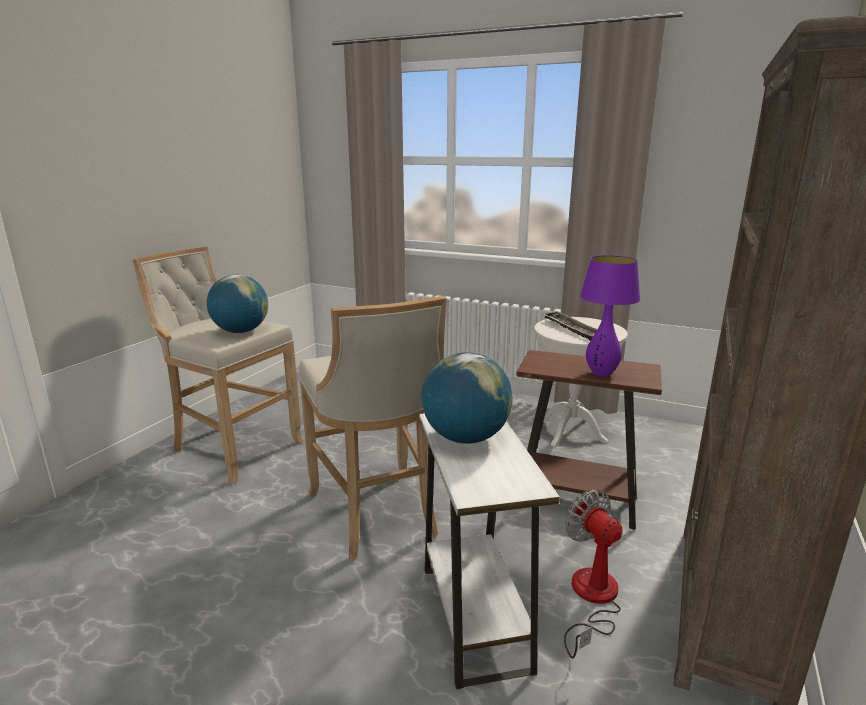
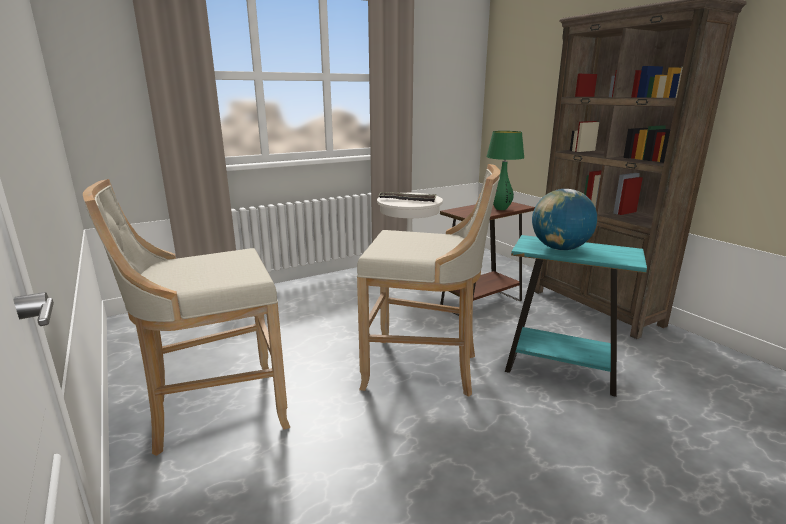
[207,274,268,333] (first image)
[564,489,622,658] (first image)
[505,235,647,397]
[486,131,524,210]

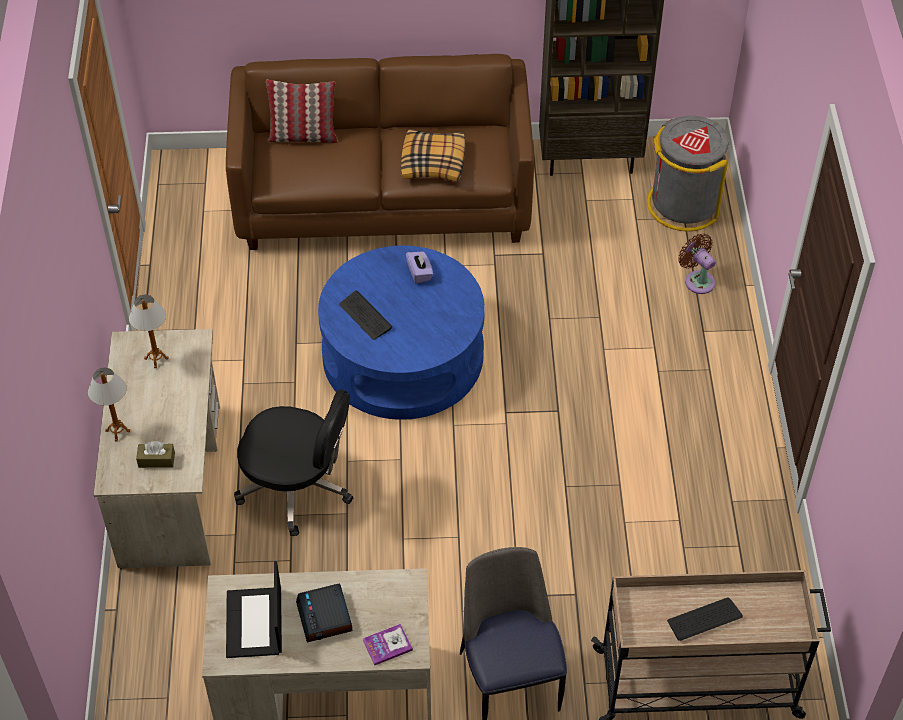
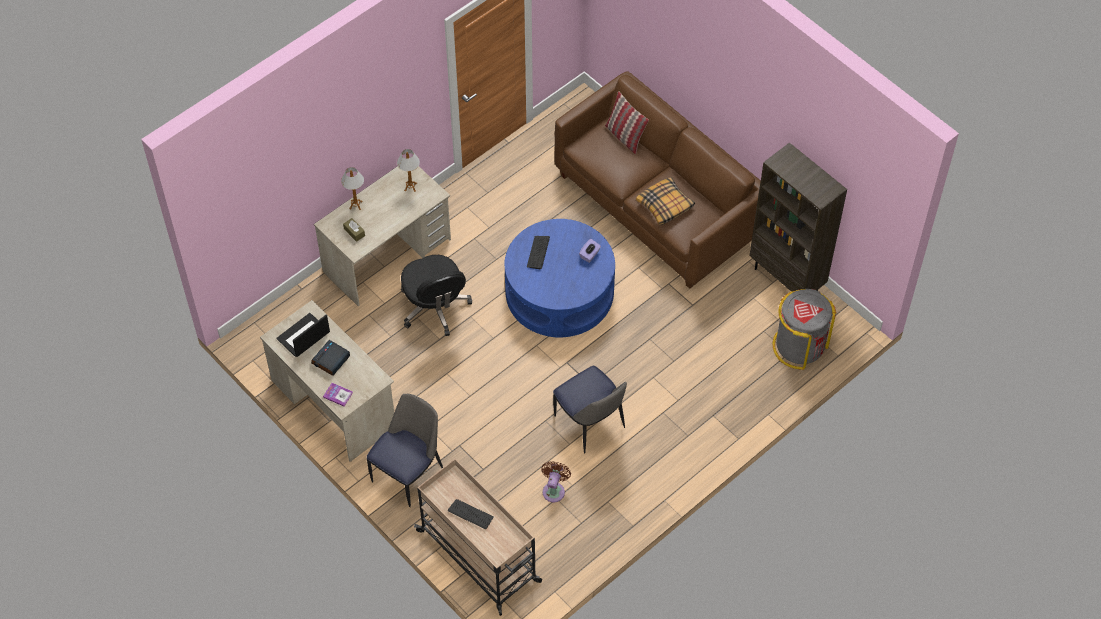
[553,366,627,453]
[541,461,571,502]

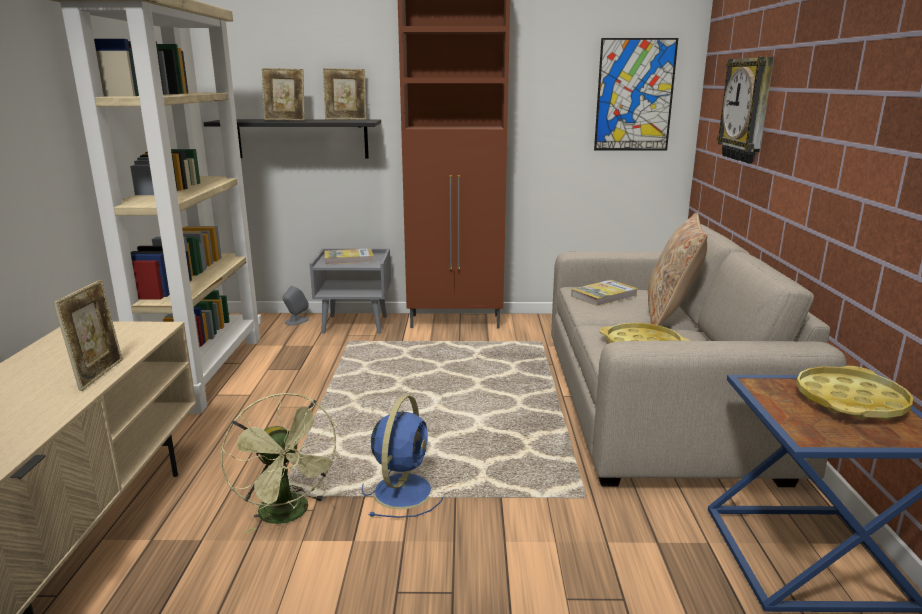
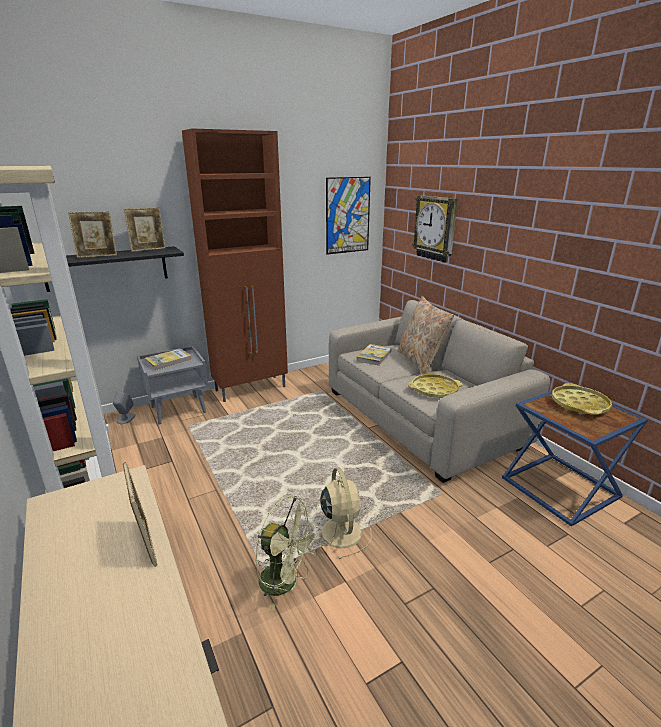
[314,468,371,559]

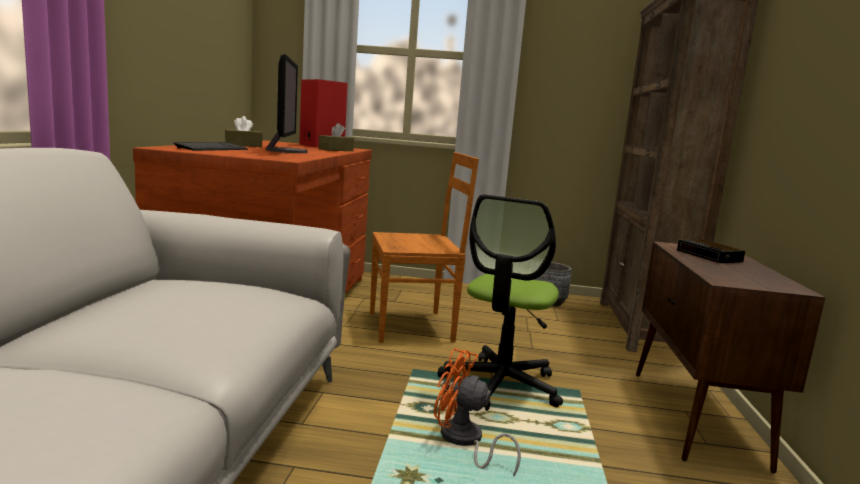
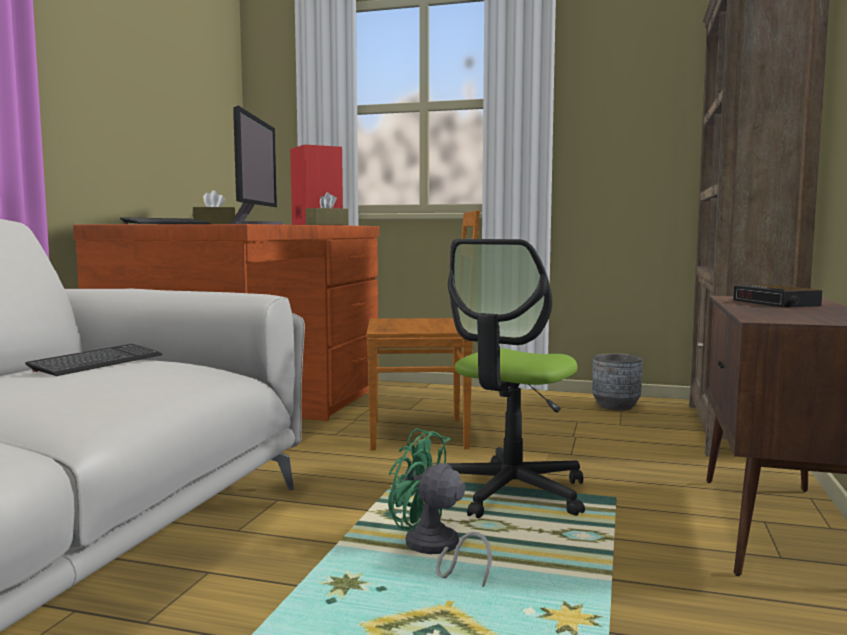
[25,344,162,376]
[388,428,492,587]

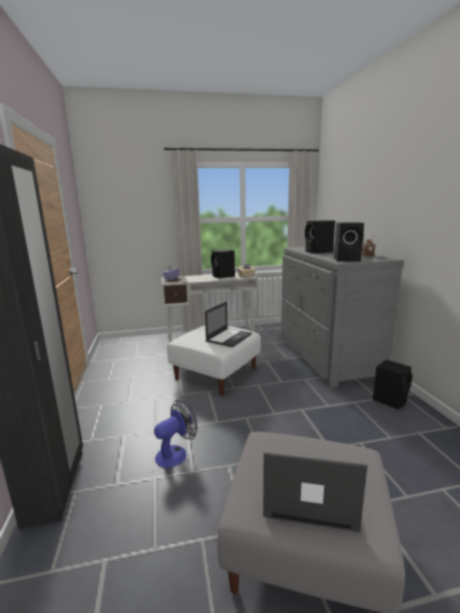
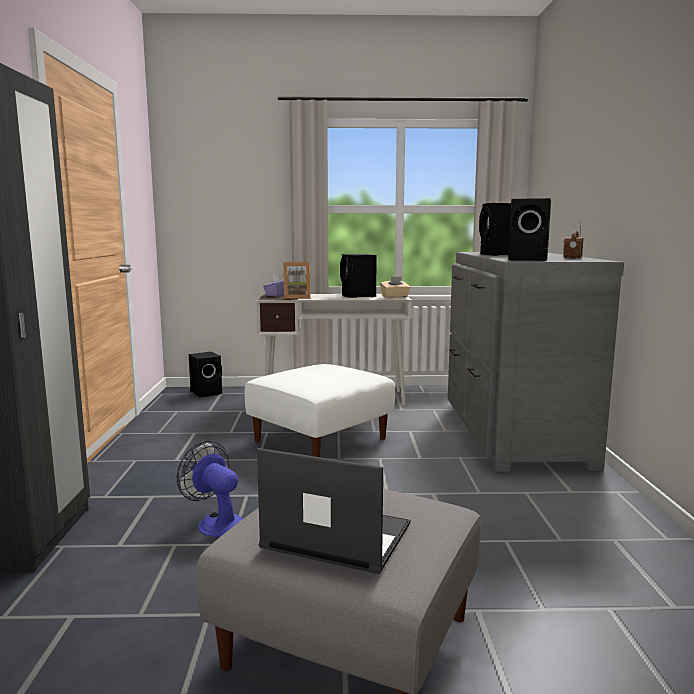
[205,301,252,347] (first image)
[283,262,311,299]
[189,352,222,397]
[177,441,243,537]

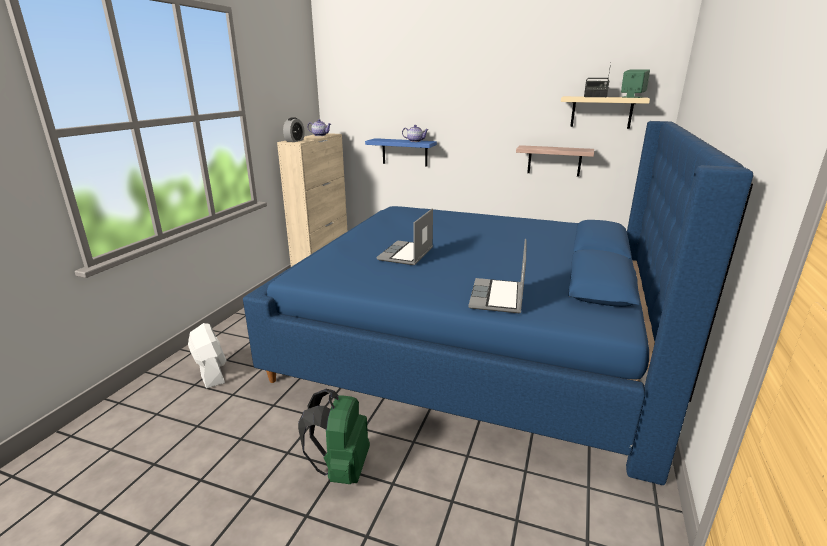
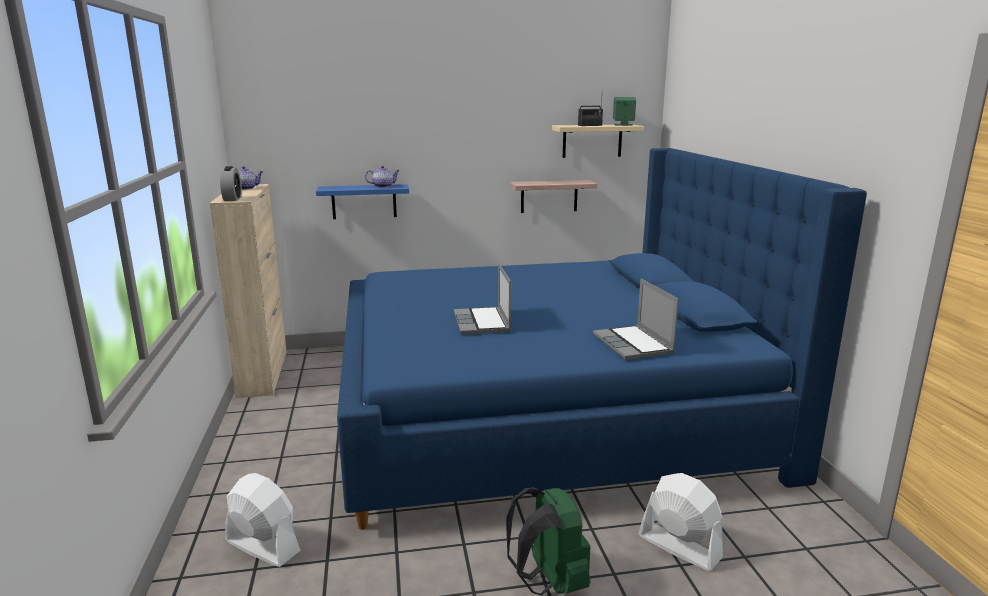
[638,473,723,571]

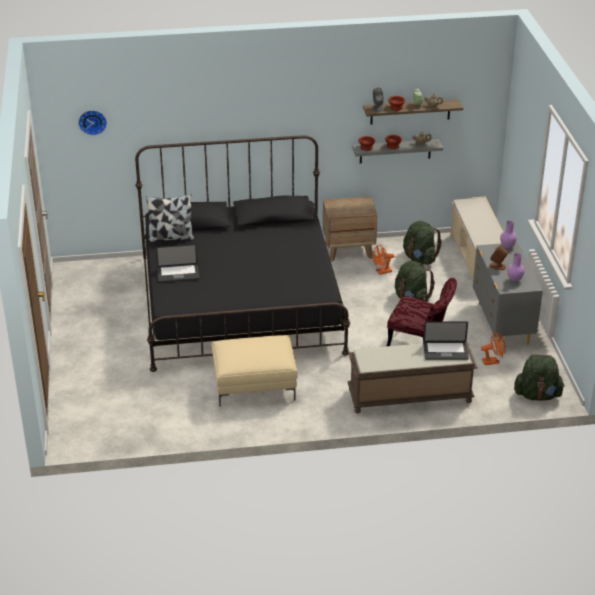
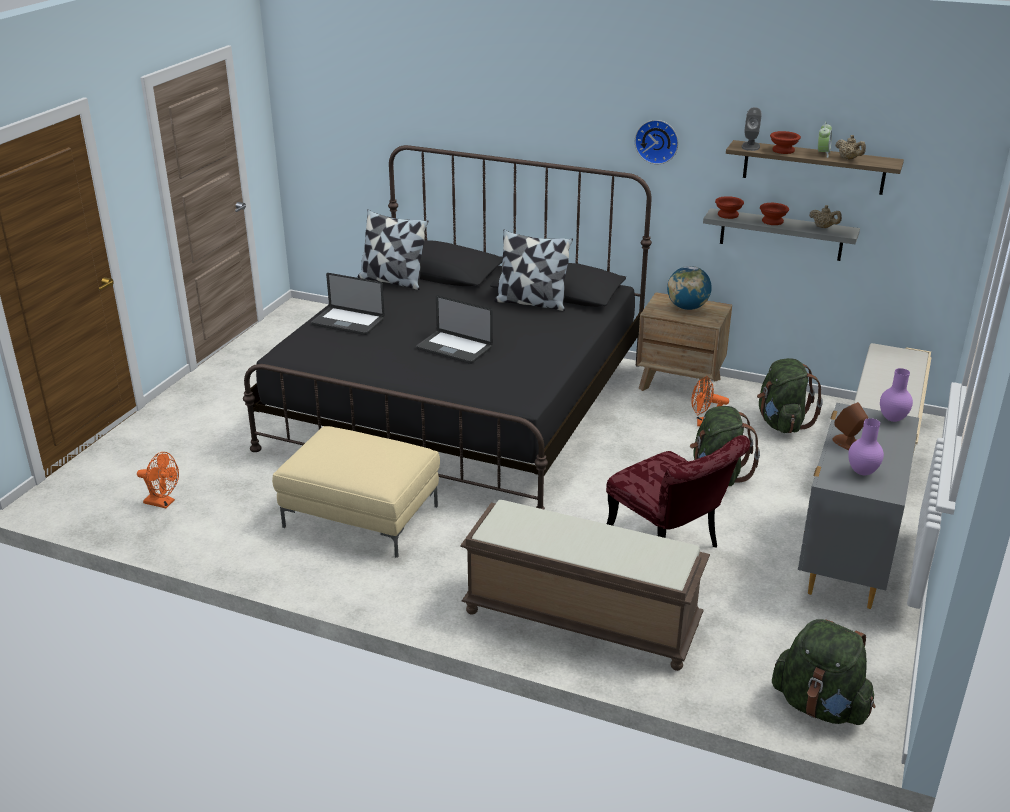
[494,230,573,311]
[667,266,712,310]
[635,120,678,164]
[416,295,493,364]
[137,452,179,508]

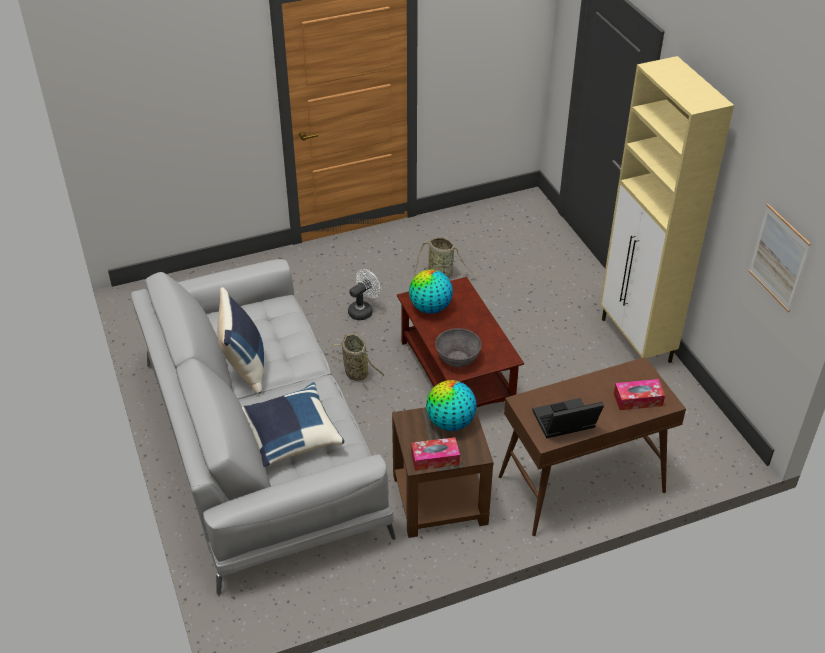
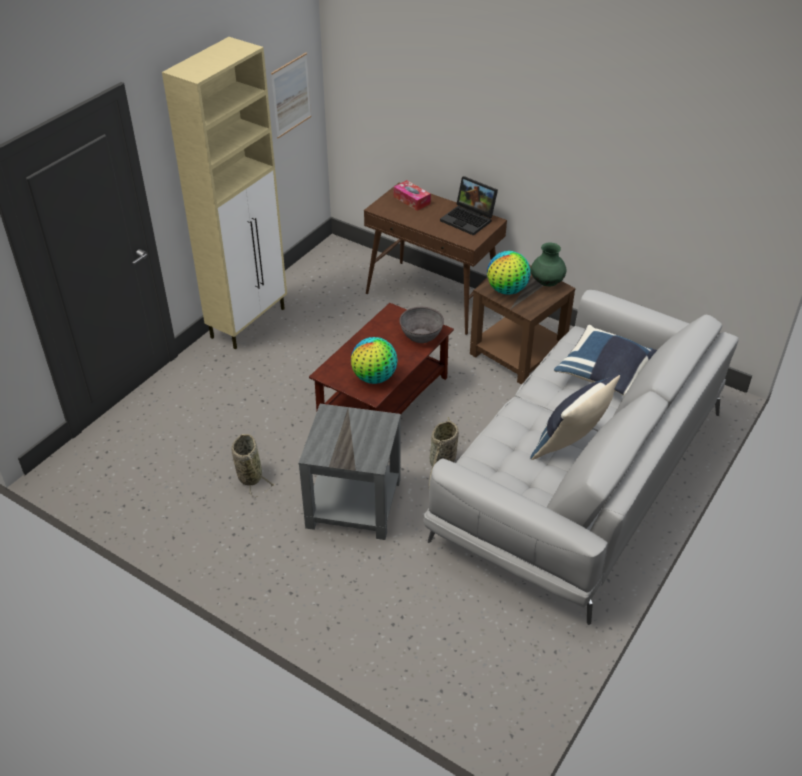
[299,404,401,540]
[531,243,566,286]

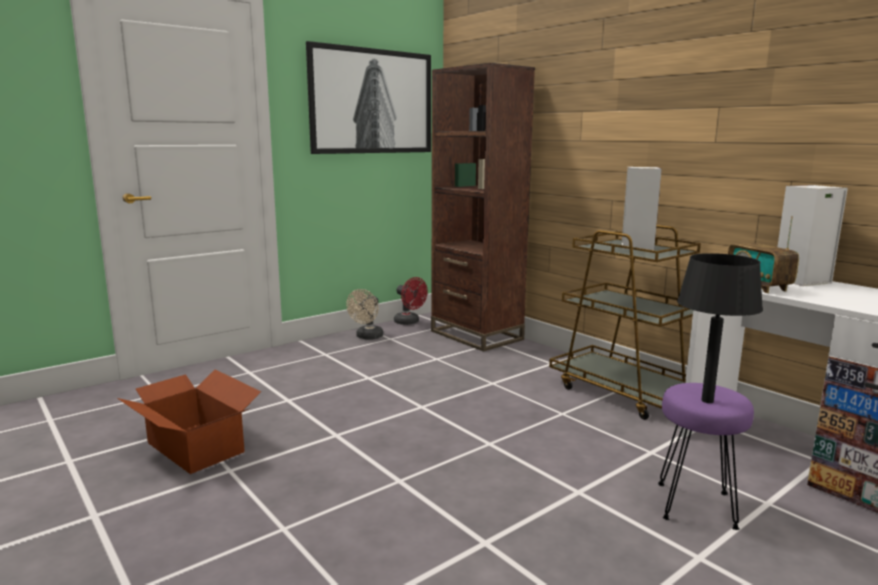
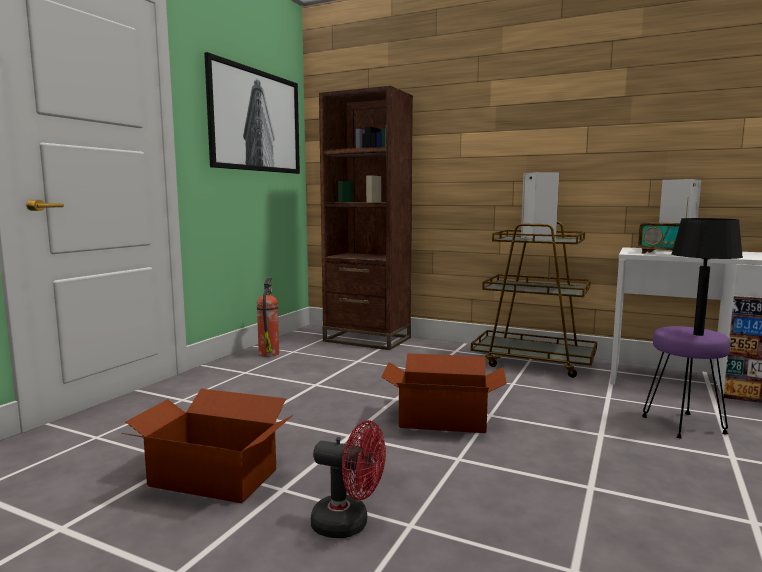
[382,353,507,433]
[311,420,386,538]
[257,278,279,357]

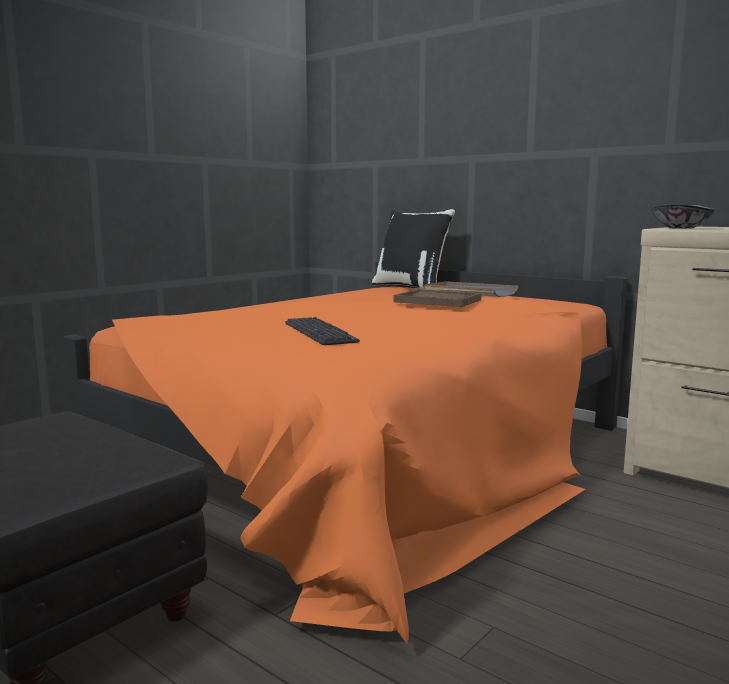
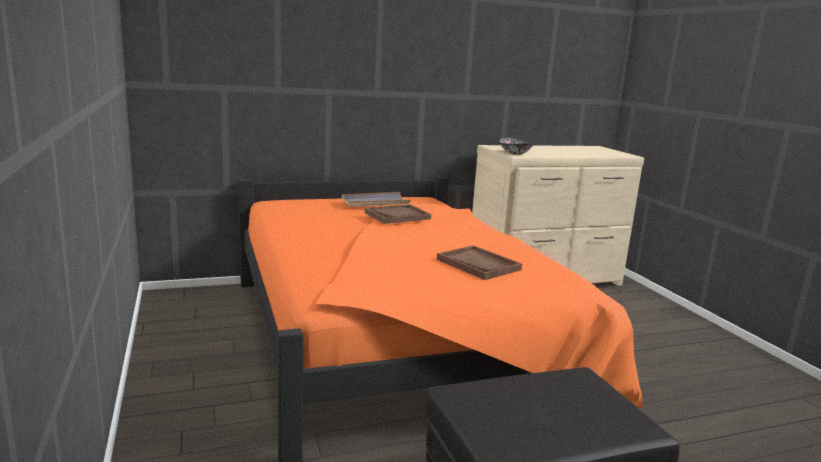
[372,209,455,290] (first image)
[437,245,522,280]

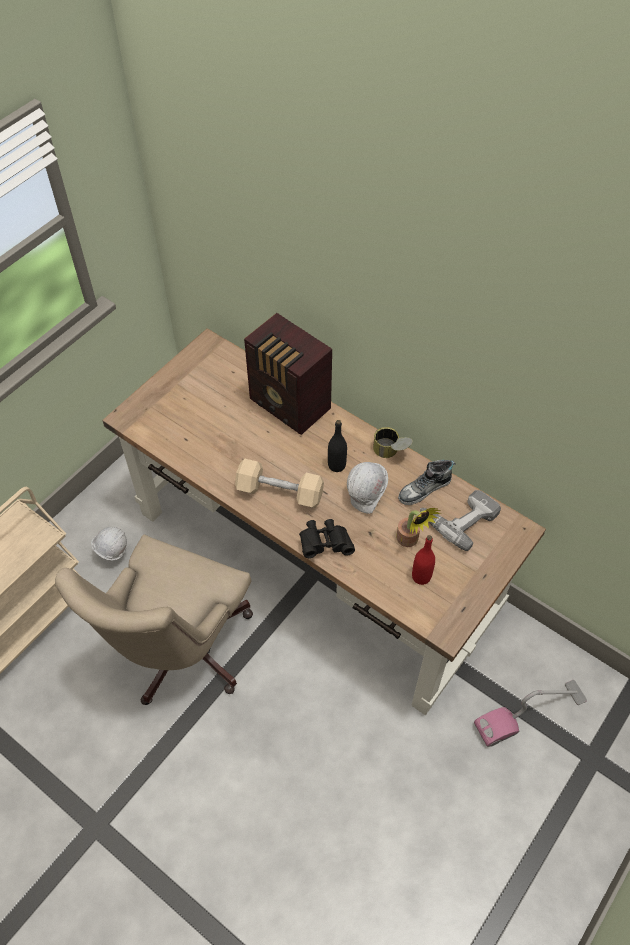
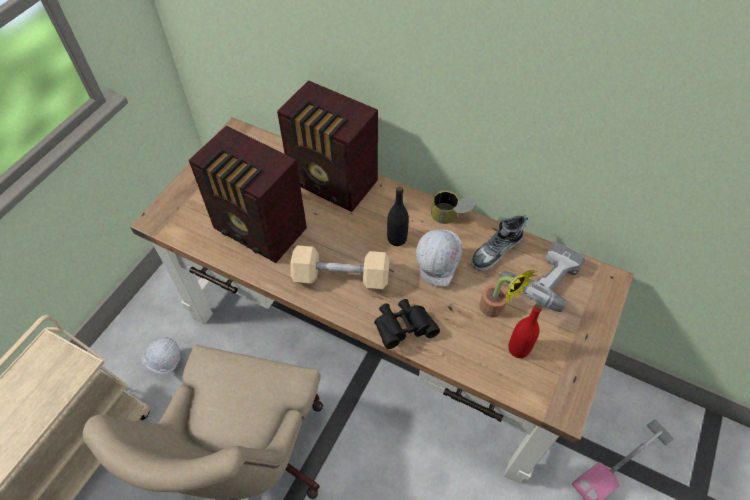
[188,125,307,263]

